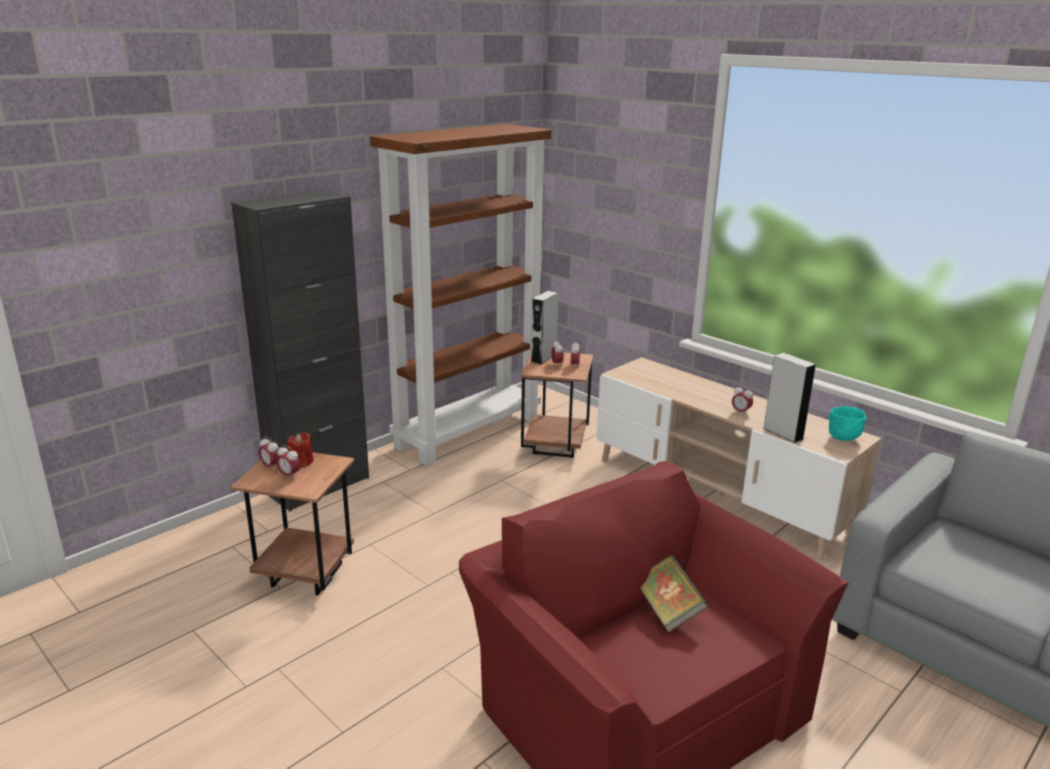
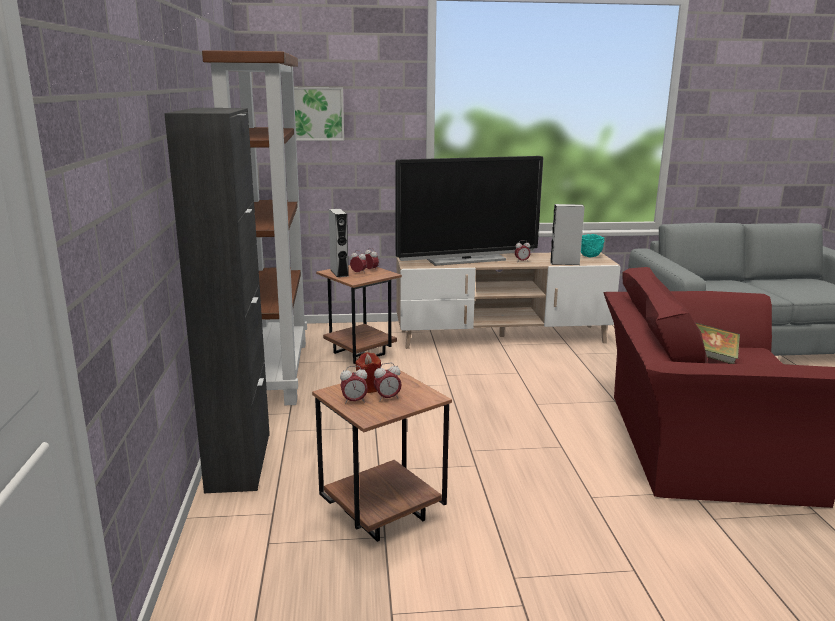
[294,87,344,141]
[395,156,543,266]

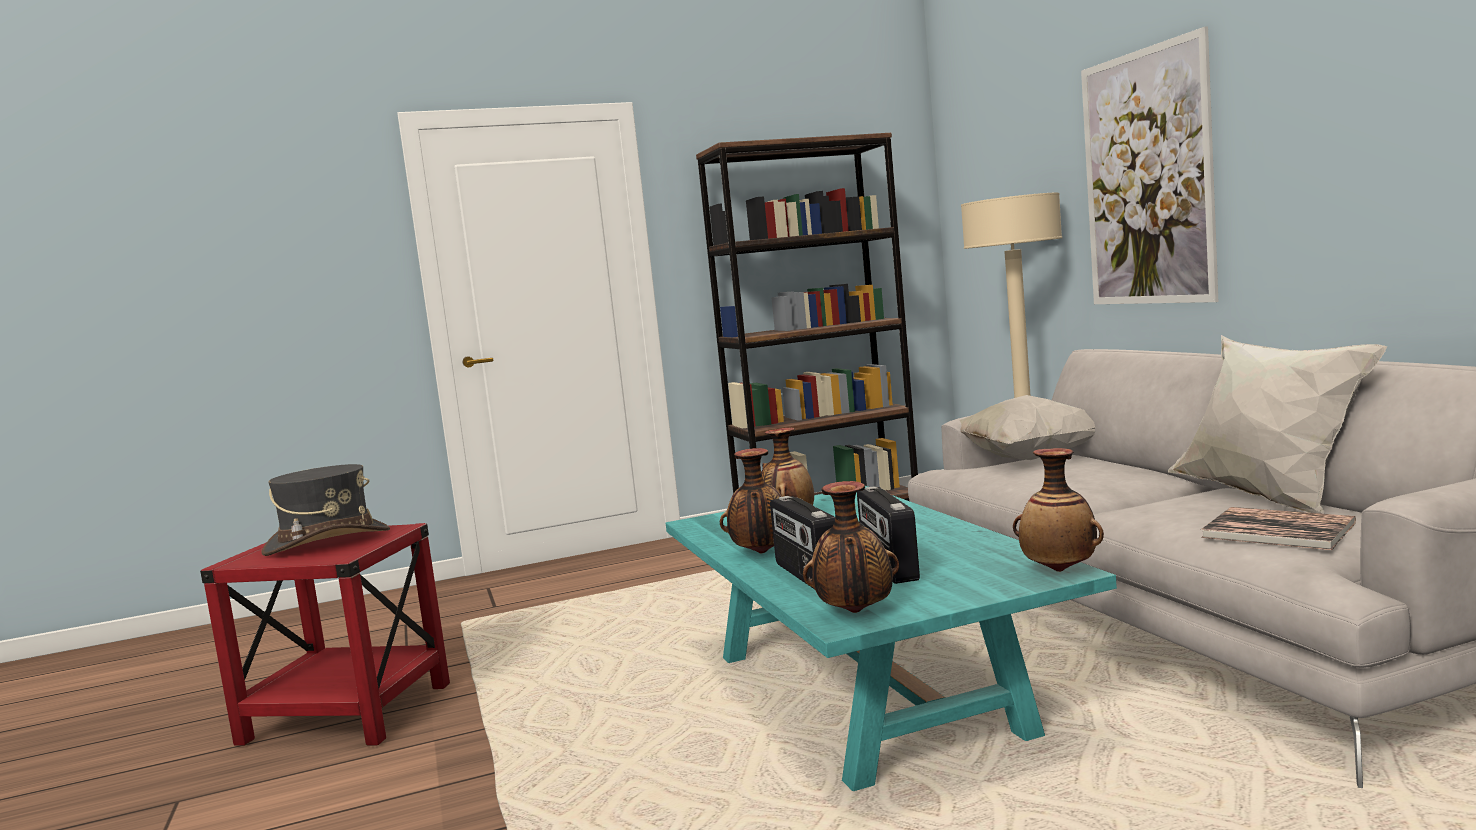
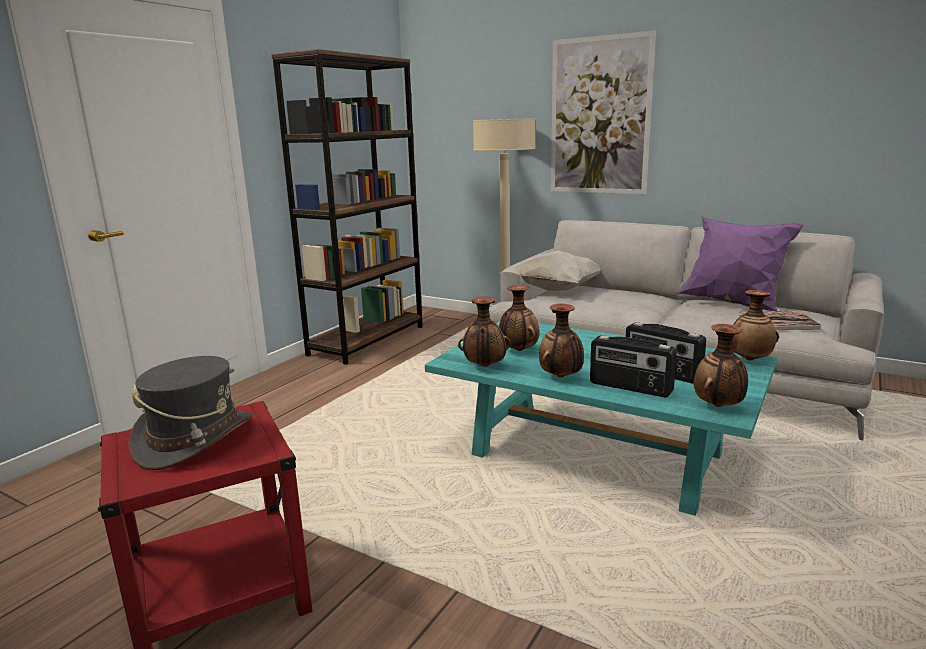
[458,296,511,367]
[675,217,803,311]

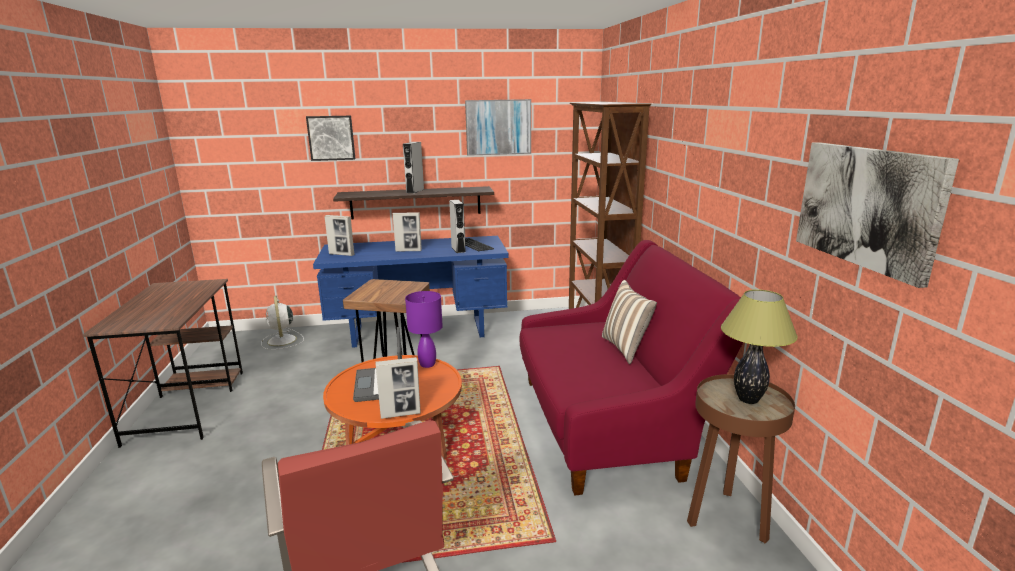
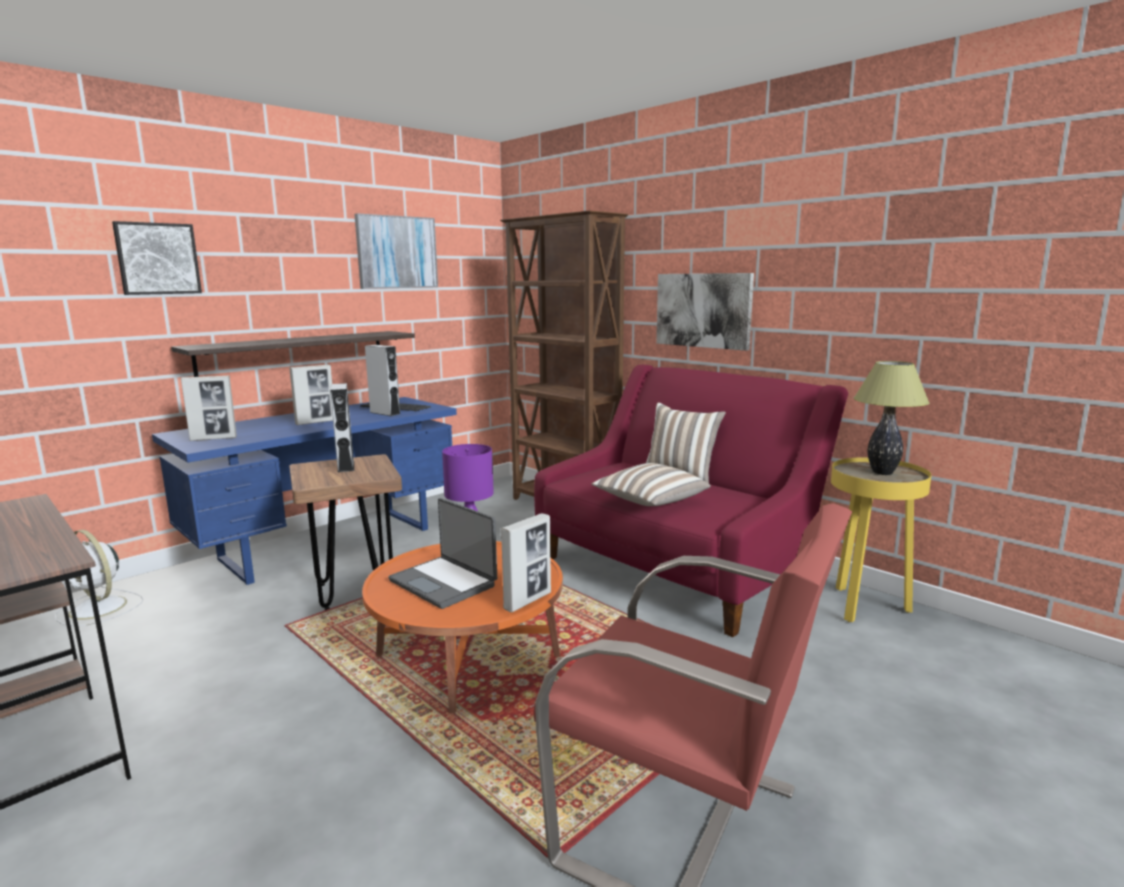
[592,463,711,506]
[330,383,354,473]
[656,273,754,351]
[831,457,931,622]

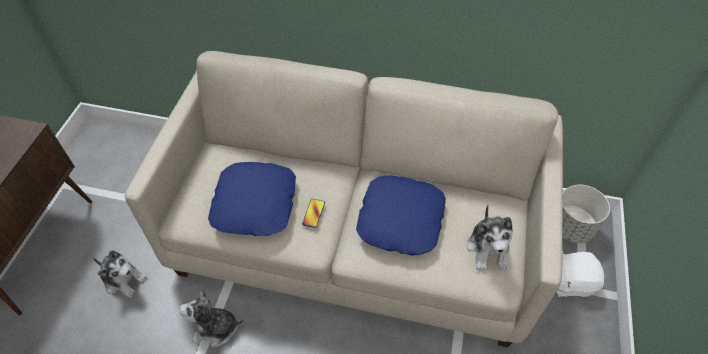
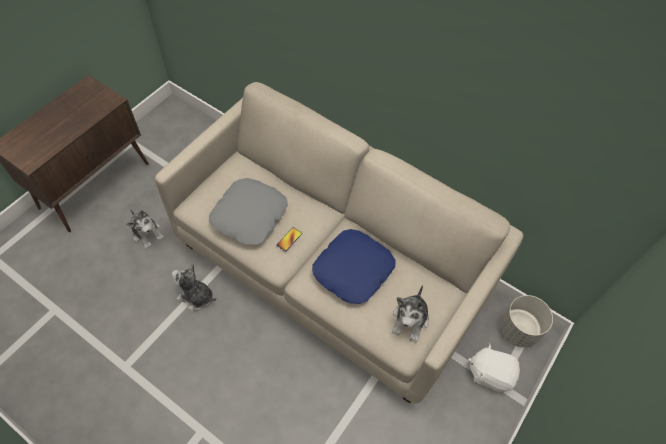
[209,178,288,245]

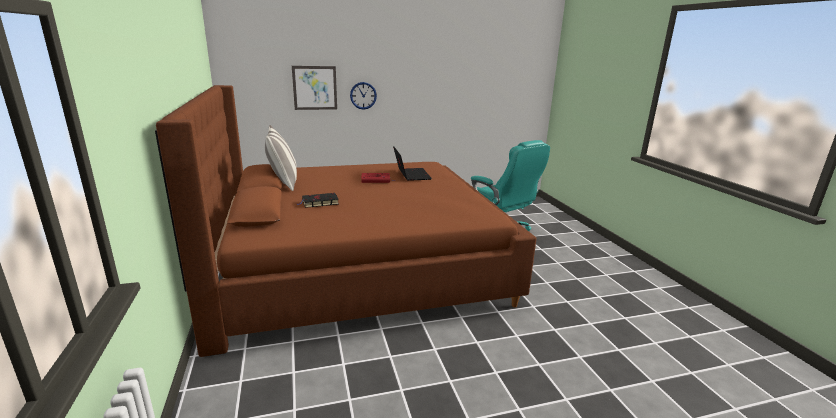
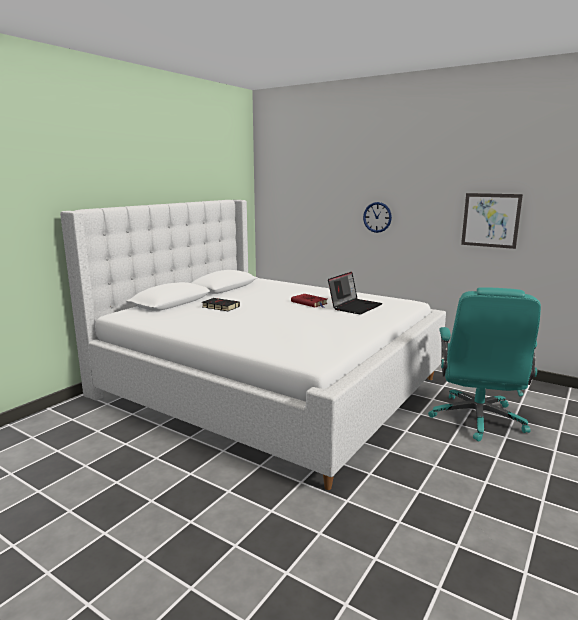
[265,125,297,191] (first image)
[461,193,523,249]
[60,200,446,490]

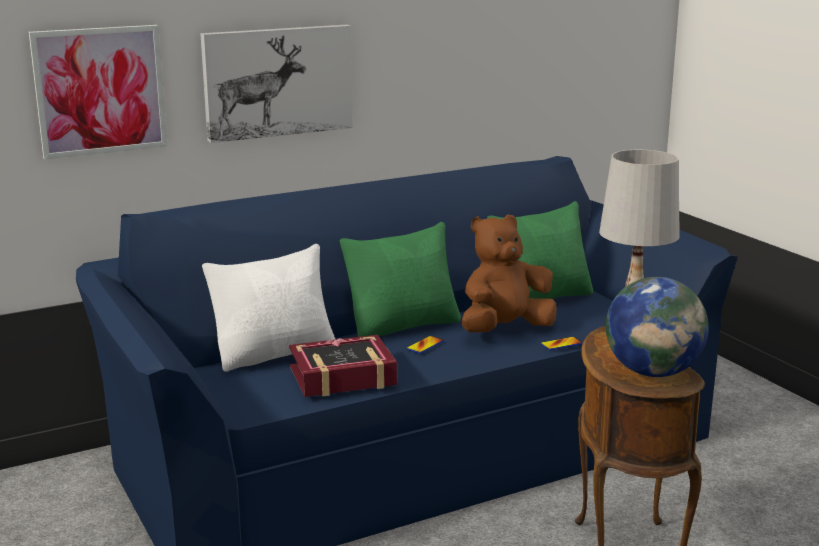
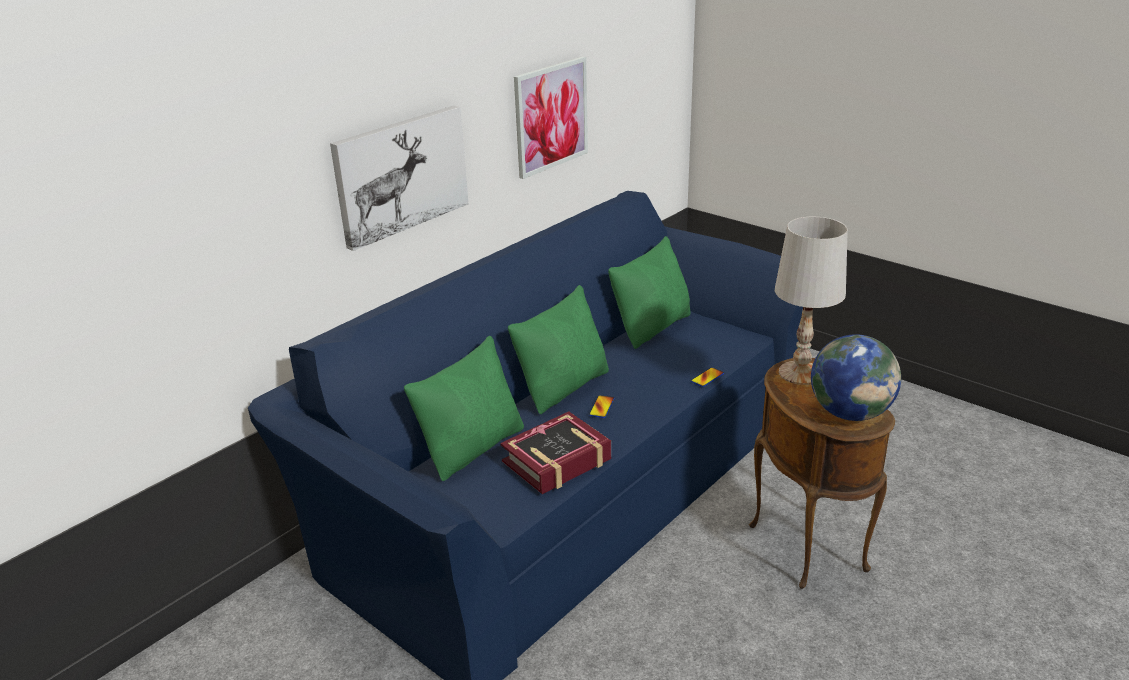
[462,214,557,333] (first image)
[514,56,588,179]
[404,335,524,481]

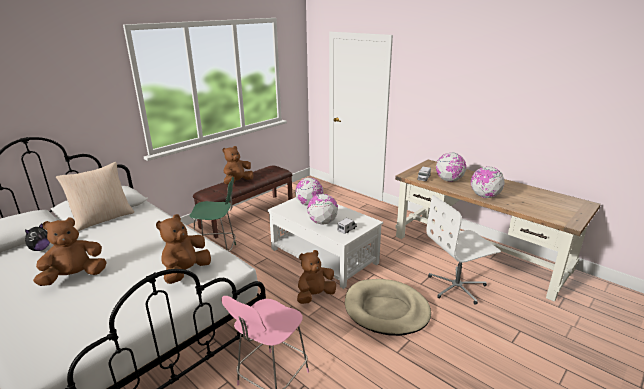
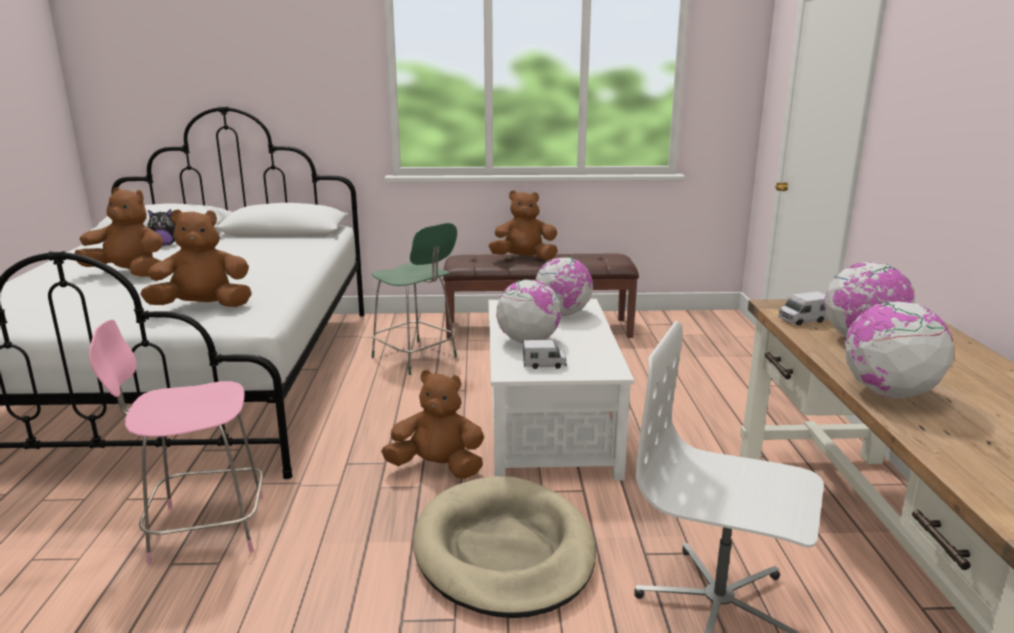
[56,162,134,231] (first image)

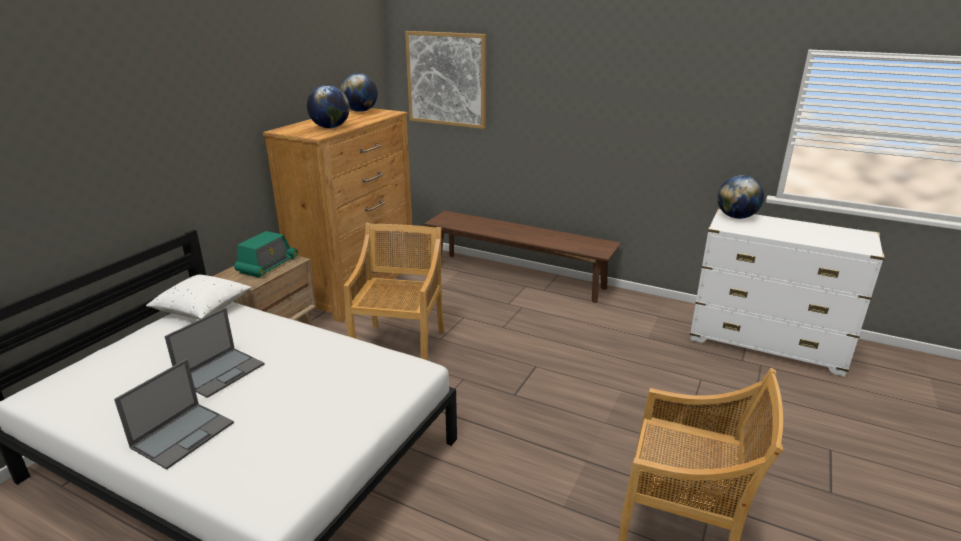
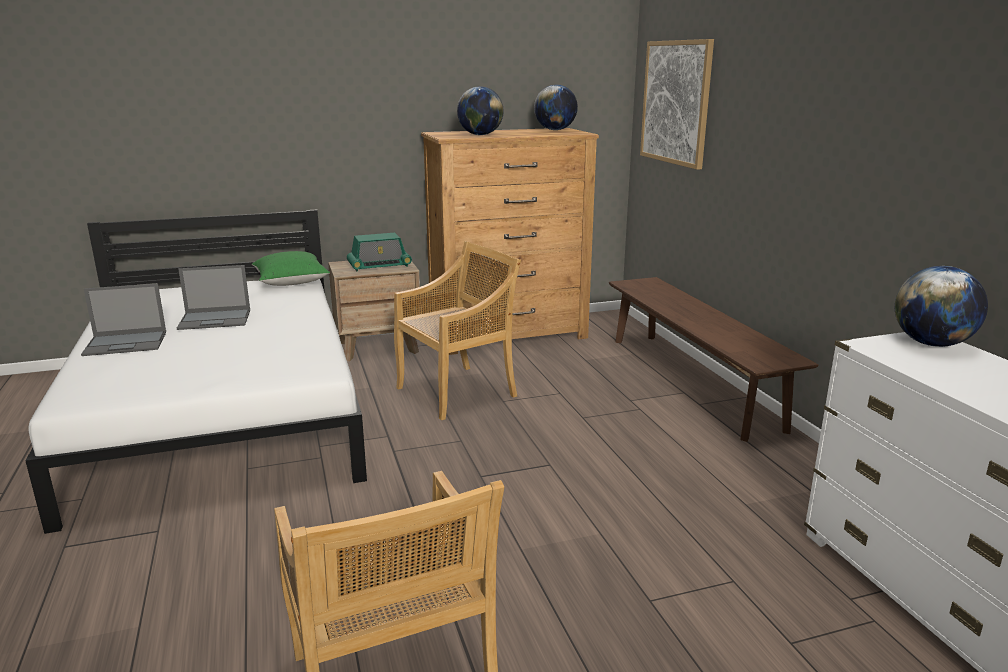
[252,251,330,286]

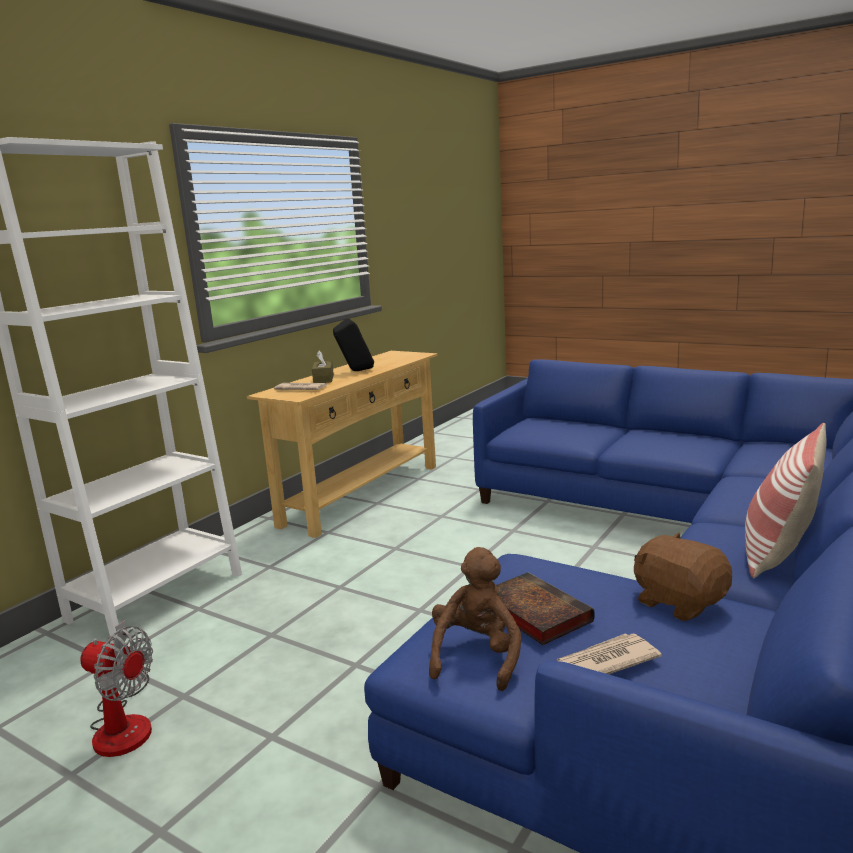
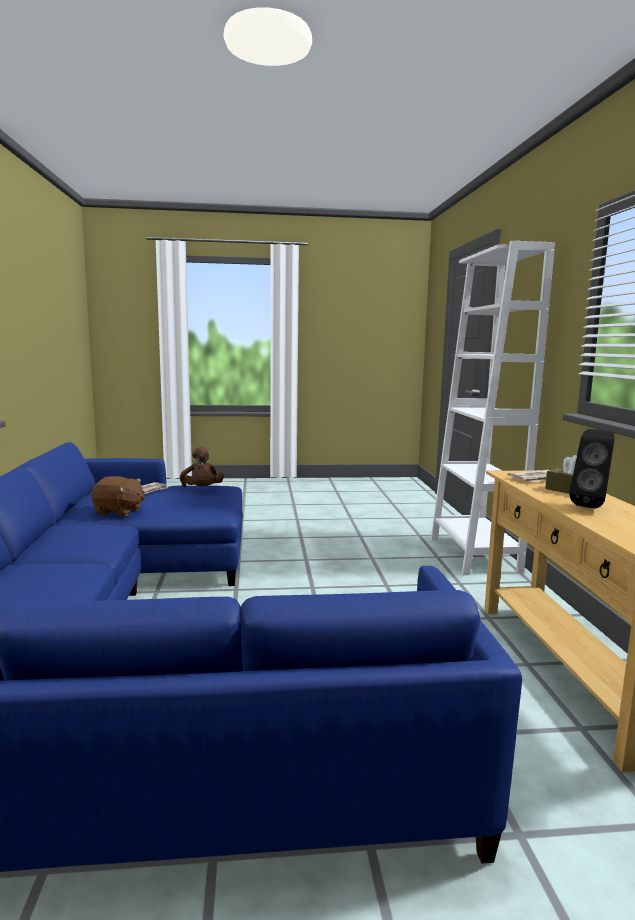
[80,620,153,757] (first image)
[496,572,595,645] (first image)
[745,423,827,578] (first image)

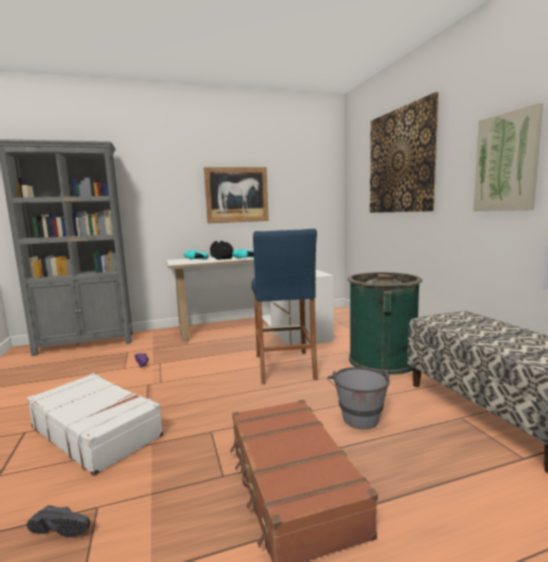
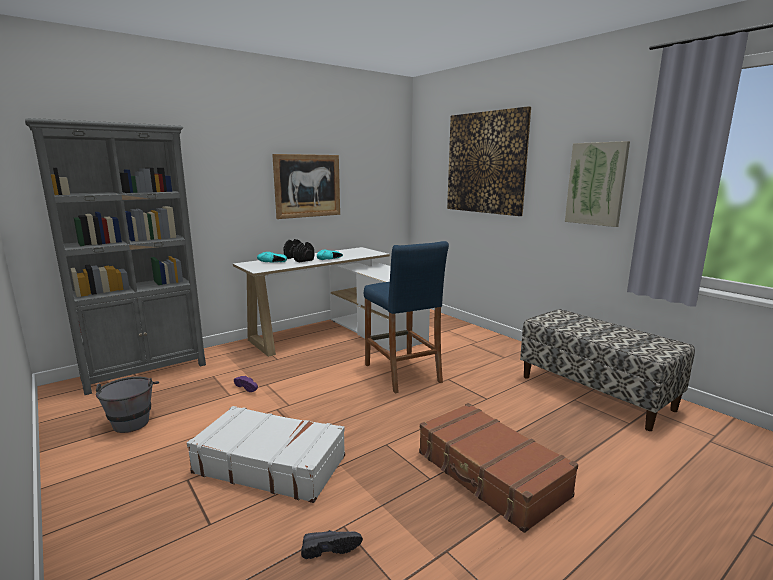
[348,272,422,375] (first image)
[96,377,159,433]

